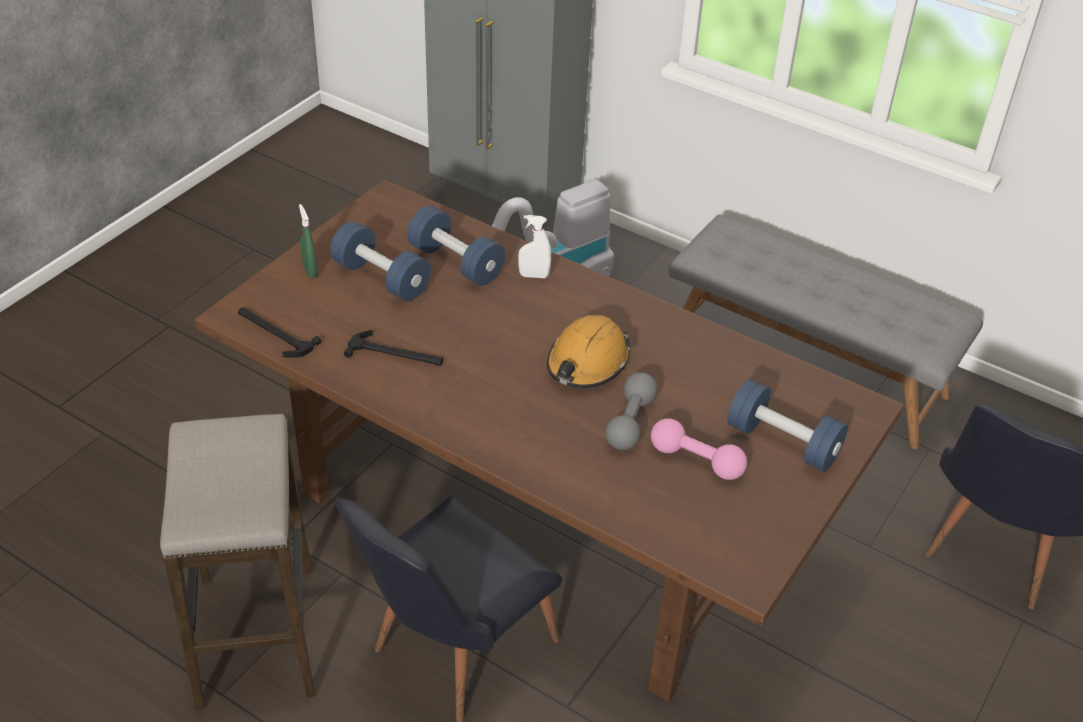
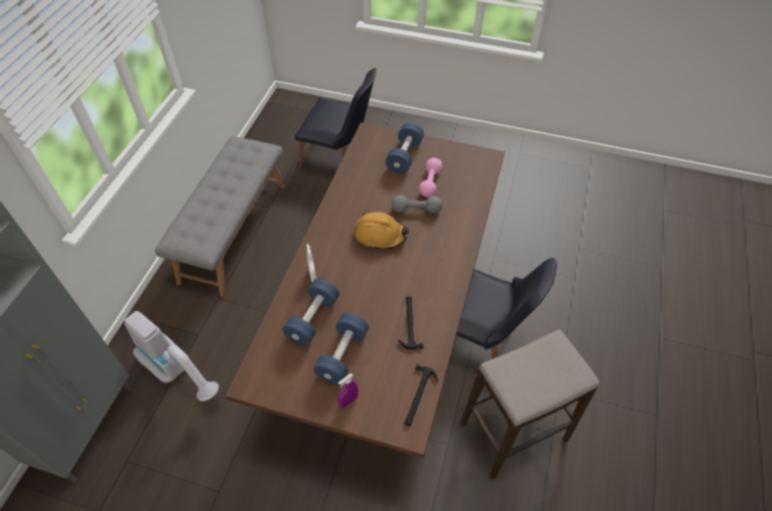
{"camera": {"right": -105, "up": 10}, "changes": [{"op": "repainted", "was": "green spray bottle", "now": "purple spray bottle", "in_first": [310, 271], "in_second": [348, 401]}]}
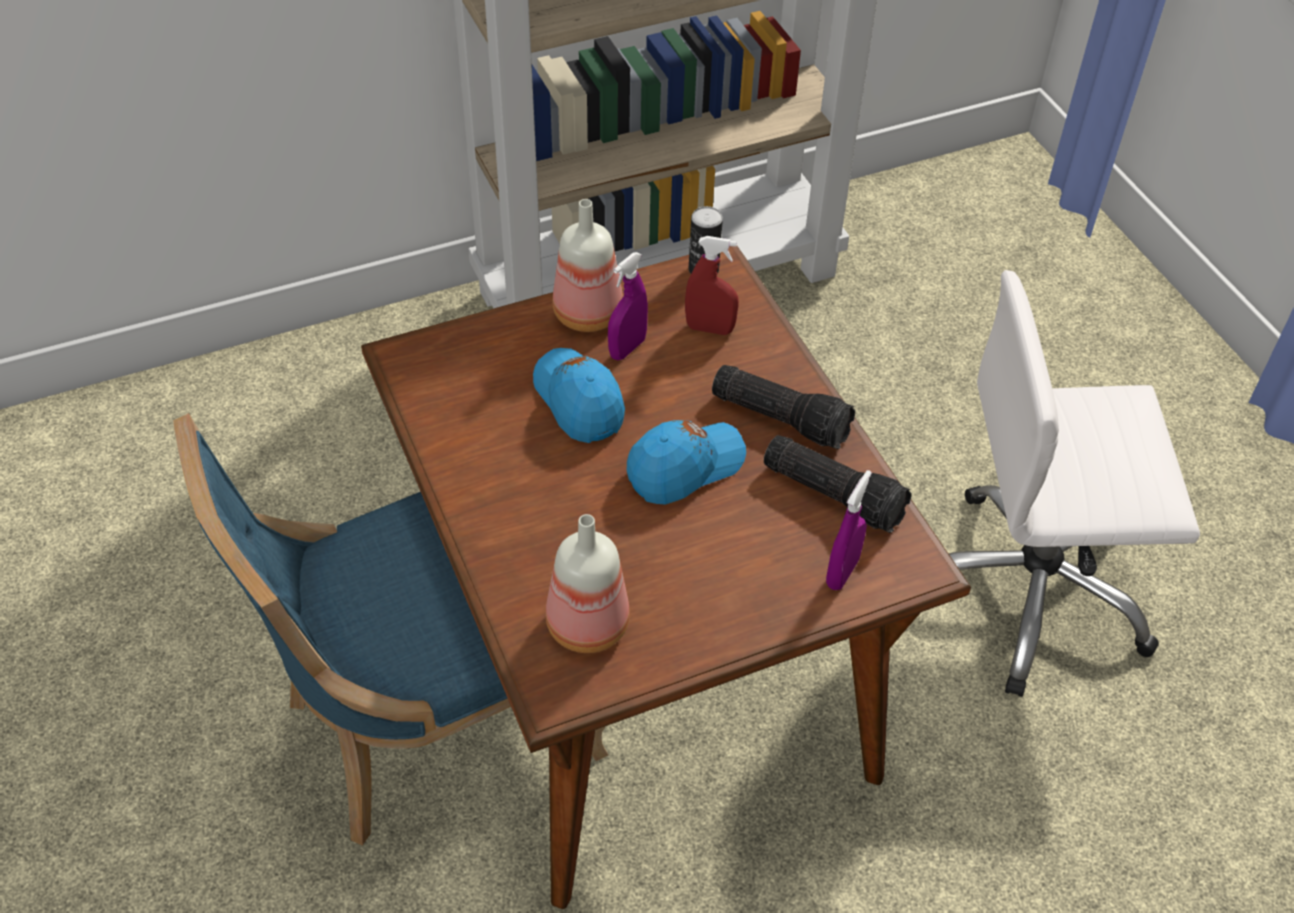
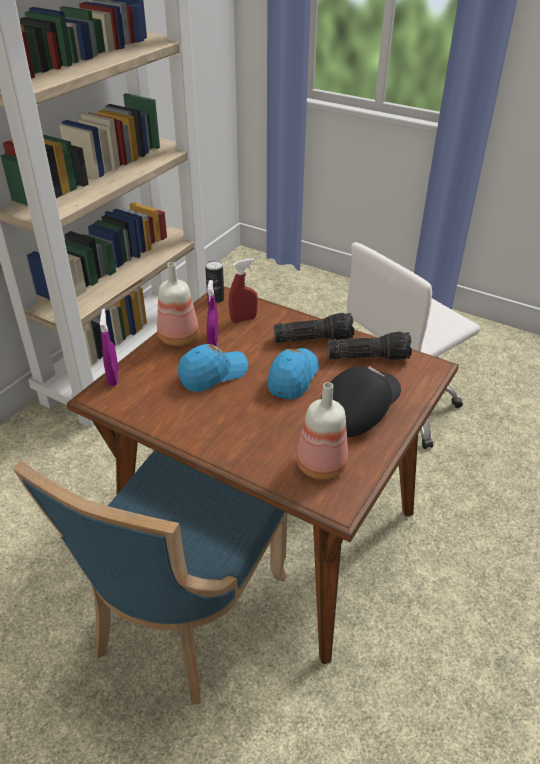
{"camera": {"right": -35, "up": -10}, "changes": [{"op": "rotated", "was": "blue cap", "in_first": [579, 401], "in_second": [213, 374], "clockwise": 120}, {"op": "shifted", "was": "purple spray bottle", "in_first": [842, 572], "in_second": [113, 378]}, {"op": "new", "now": "black cap", "in_second": [357, 412]}]}
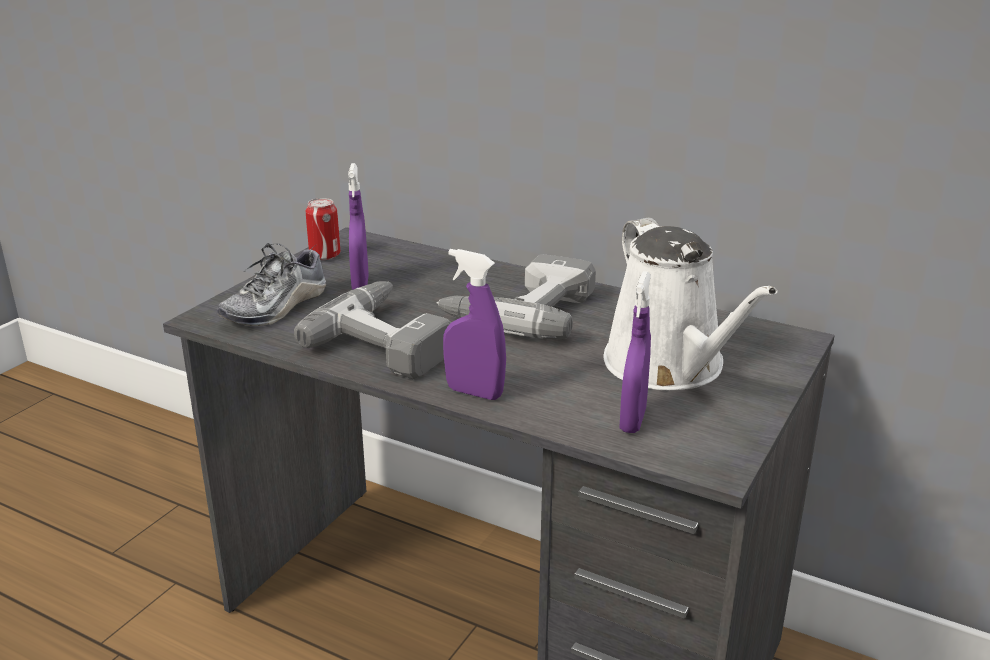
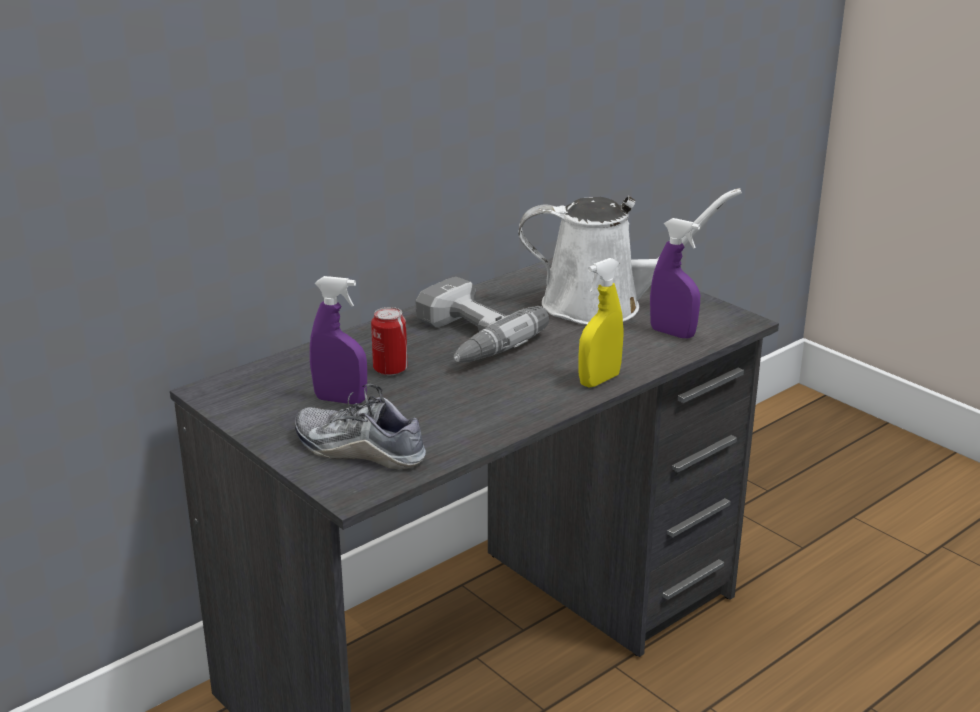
{"camera": {"right": -70, "up": 0}, "changes": [{"op": "shifted", "was": "can", "in_first": [325, 255], "in_second": [390, 369]}, {"op": "rotated", "was": "shoe", "in_first": [276, 307], "in_second": [359, 450], "clockwise": 150}, {"op": "repainted", "was": "purple spray bottle", "now": "yellow spray bottle", "in_first": [474, 392], "in_second": [599, 380]}, {"op": "gone", "was": "power drill", "in_first": [391, 339]}]}
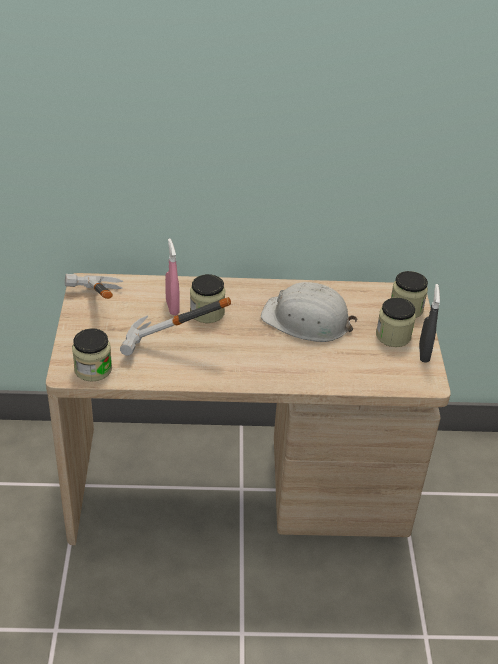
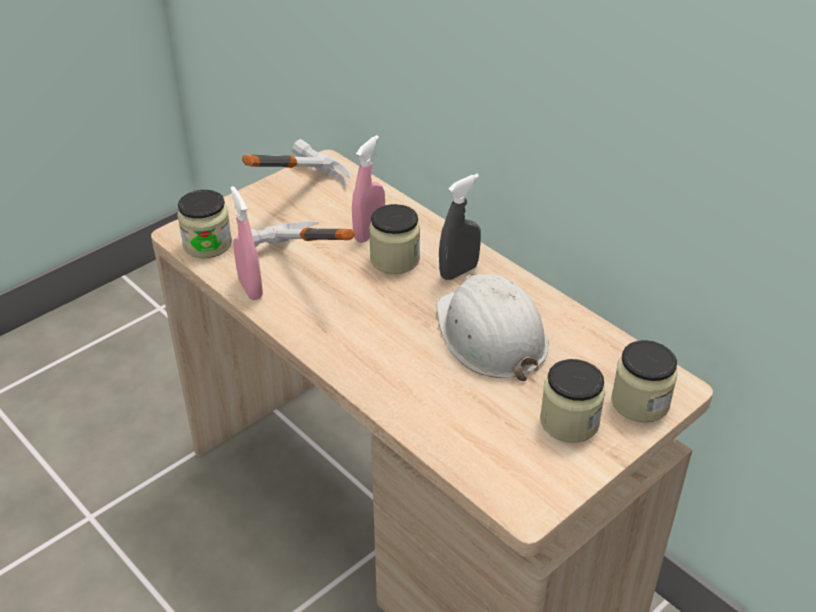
{"camera": {"right": 50, "up": 0}, "changes": [{"op": "shifted", "was": "grey spray bottle", "in_first": [424, 353], "in_second": [459, 271]}, {"op": "new", "now": "pink spray bottle", "in_second": [250, 288]}]}
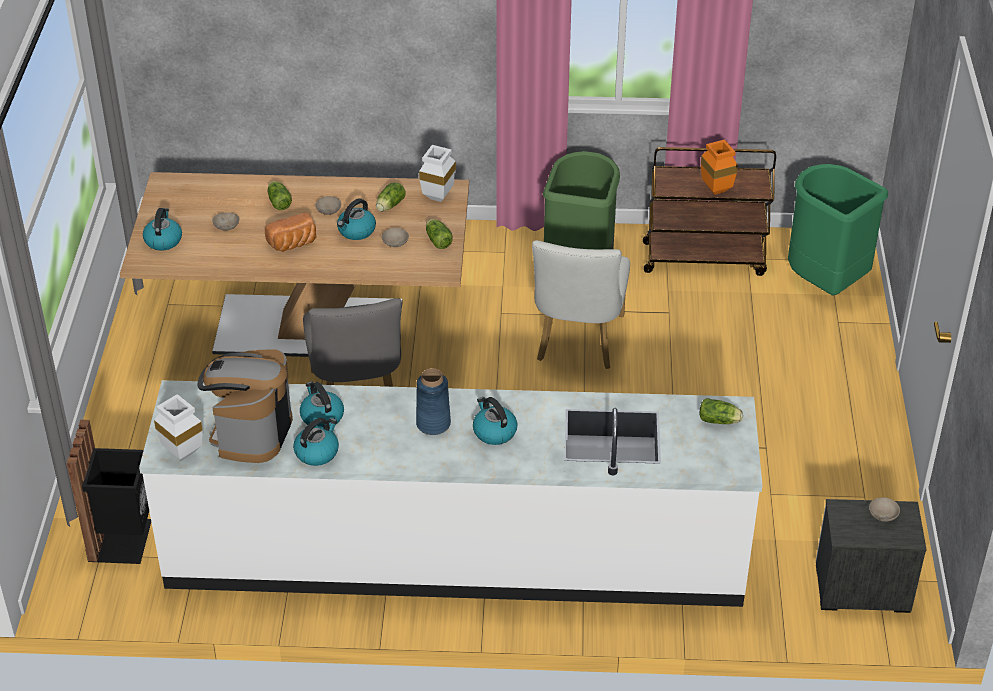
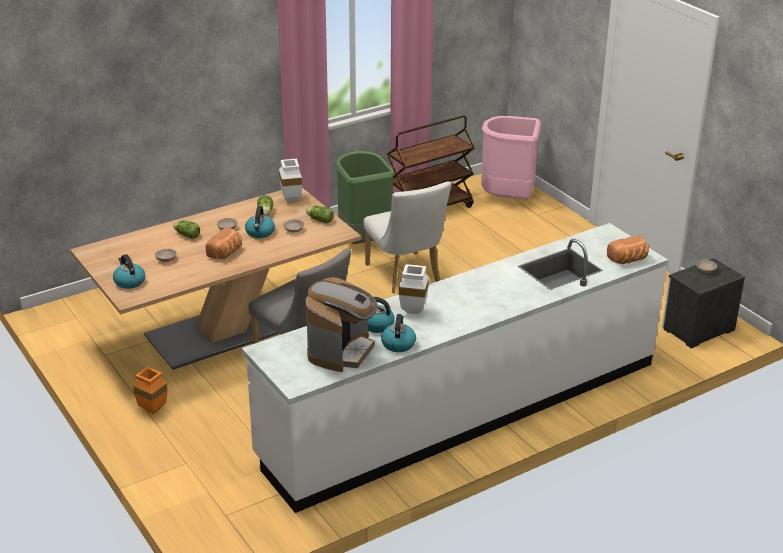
{"camera": {"right": -35, "up": -10}, "changes": [{"op": "shifted", "was": "orange vase", "in_first": [714, 190], "in_second": [151, 410]}, {"op": "repainted", "was": "green trash can", "now": "pink trash can", "in_first": [824, 283], "in_second": [508, 199]}, {"op": "rotated", "was": "coffee machine", "in_first": [251, 433], "in_second": [341, 351], "clockwise": -135}, {"op": "gone", "was": "blue vase", "in_first": [433, 424]}, {"op": "shifted", "was": "white vase", "in_first": [185, 454], "in_second": [415, 310]}, {"op": "gone", "was": "kettle", "in_first": [494, 432]}, {"op": "gone", "was": "lettuce", "in_first": [720, 421]}, {"op": "gone", "was": "black trash can", "in_first": [124, 540]}, {"op": "new", "now": "bread", "in_second": [628, 260]}]}
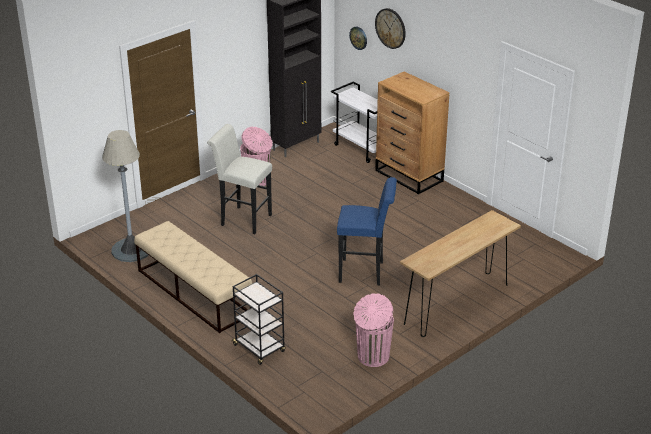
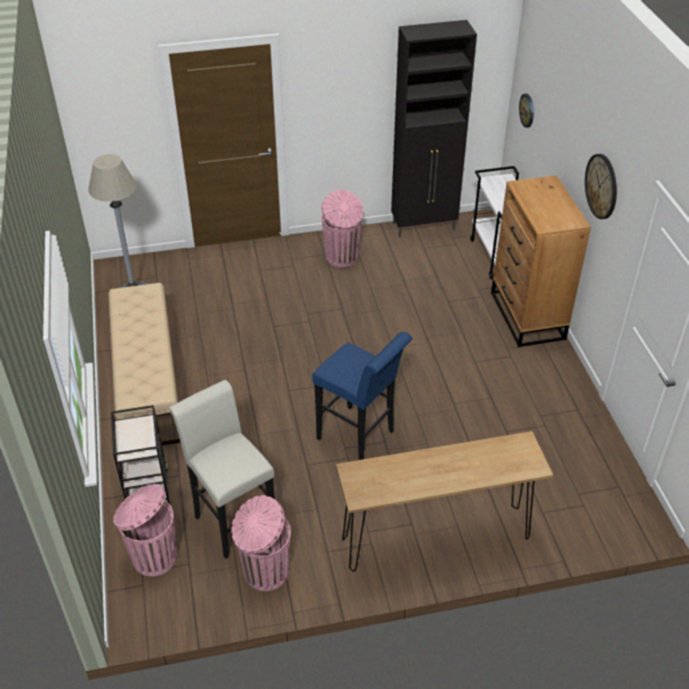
{"camera": {"right": 30, "up": 10}, "changes": [{"op": "shifted", "was": "wall clock", "in_first": [390, 28], "in_second": [602, 186]}, {"op": "shifted", "was": "white stool", "in_first": [242, 219], "in_second": [232, 518]}, {"op": "new", "now": "pink trash can", "in_second": [153, 557]}]}
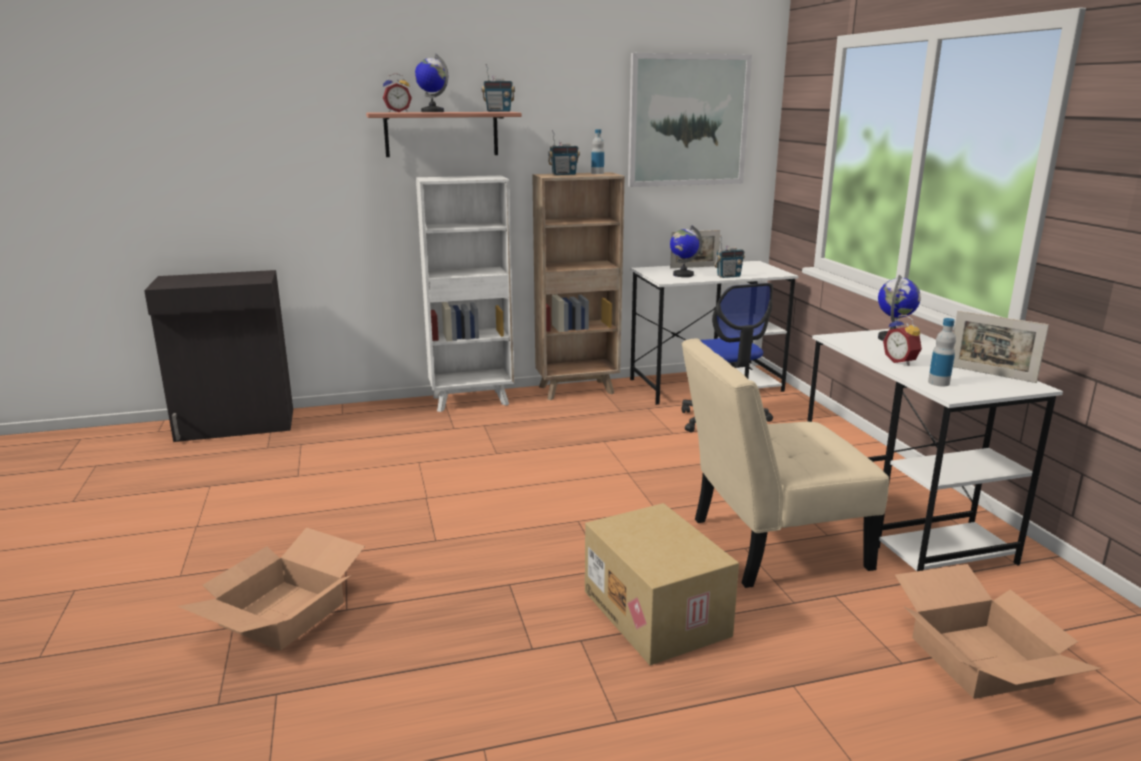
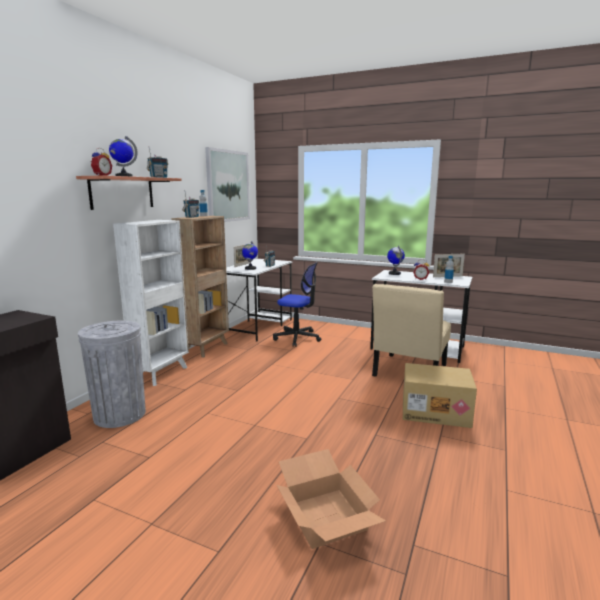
{"camera": {"right": -50, "up": -5}, "changes": [{"op": "gone", "was": "cardboard box", "in_first": [983, 660]}, {"op": "new", "now": "grey trash can", "in_second": [119, 414]}]}
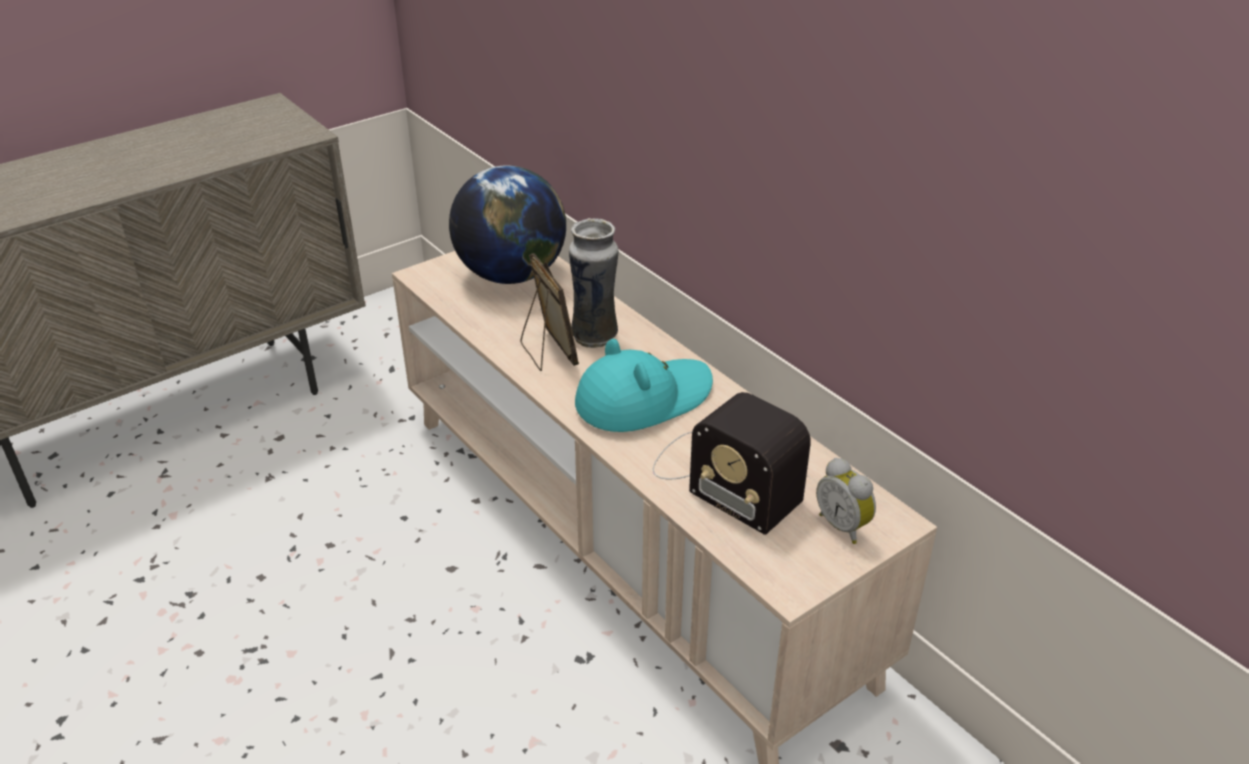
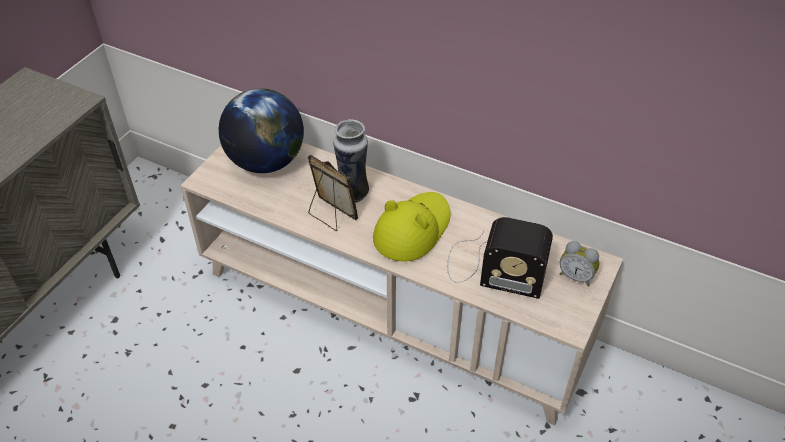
{"camera": {"right": -25, "up": 10}, "changes": [{"op": "repainted", "was": "turquoise hat", "now": "yellow hat", "in_first": [643, 398], "in_second": [412, 229]}]}
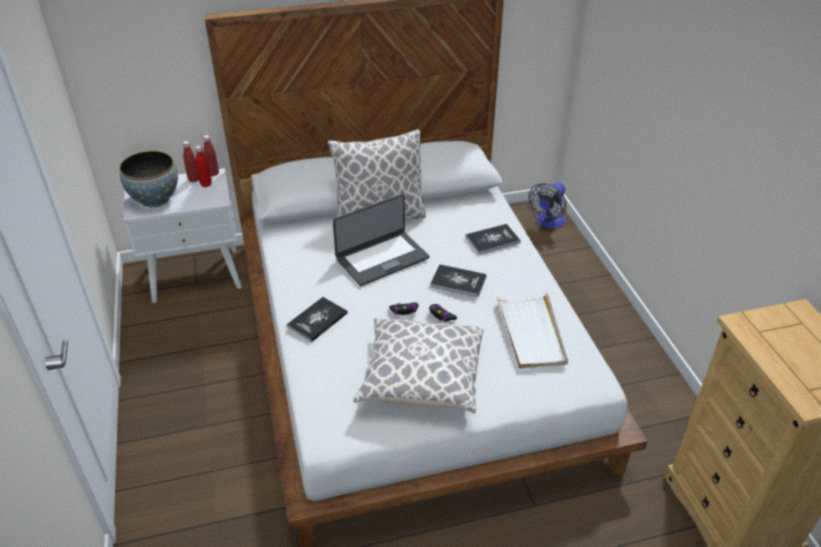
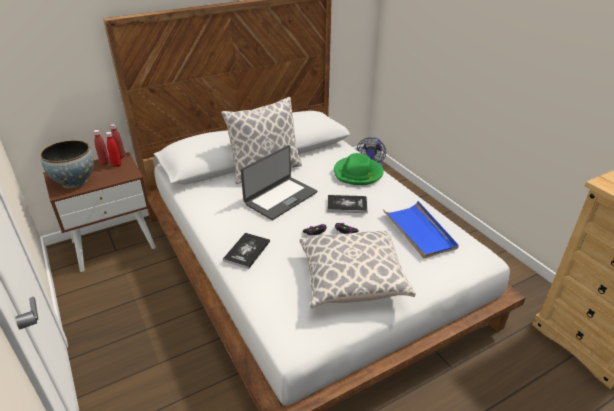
{"camera": {"right": -15, "up": -5}, "changes": [{"op": "repainted", "was": "white nightstand", "now": "brown nightstand", "in_first": [196, 274], "in_second": [114, 244]}, {"op": "swapped", "was": "book", "now": "green hat", "in_first": [492, 240], "in_second": [358, 173]}, {"op": "repainted", "was": "white tray", "now": "blue tray", "in_first": [531, 333], "in_second": [419, 231]}]}
